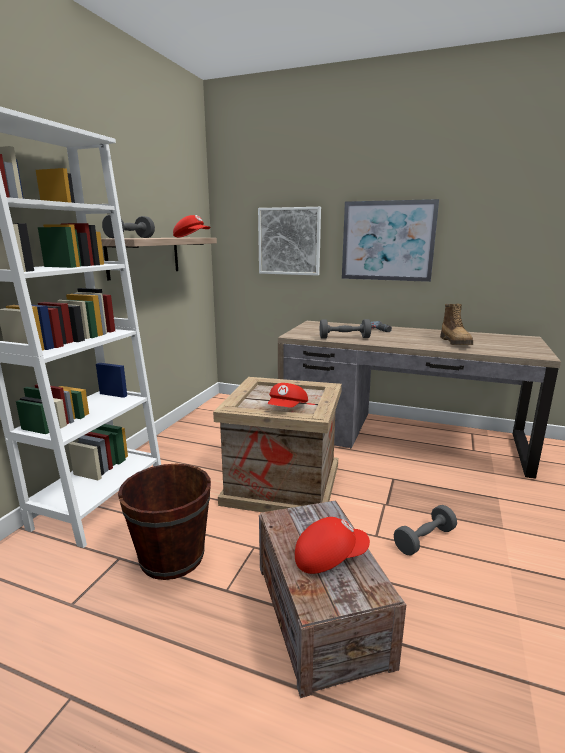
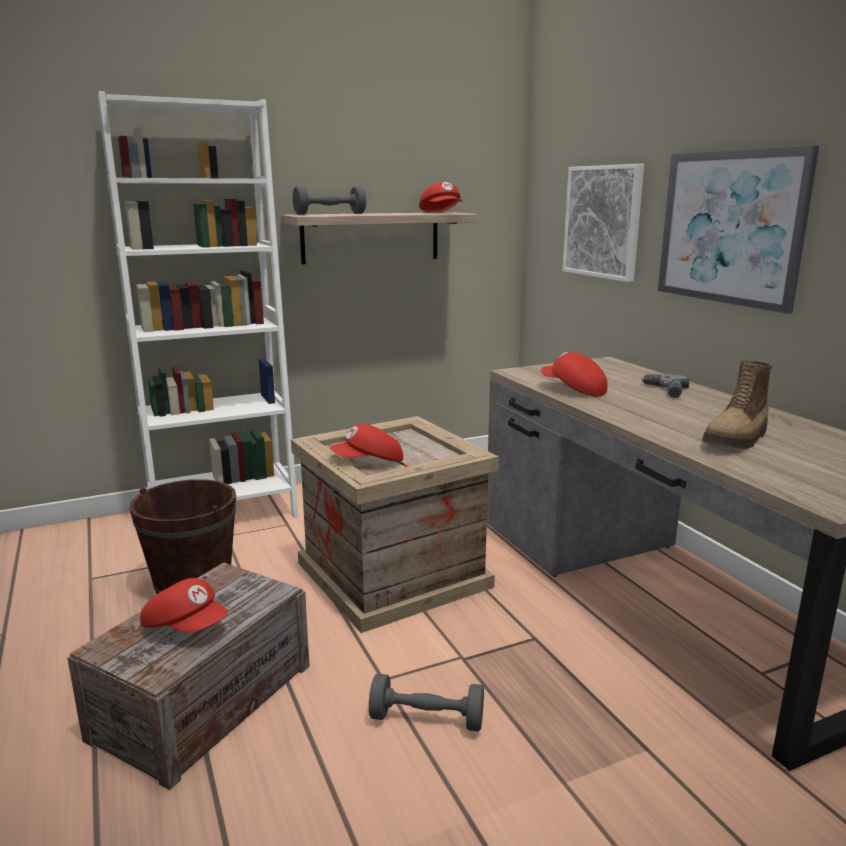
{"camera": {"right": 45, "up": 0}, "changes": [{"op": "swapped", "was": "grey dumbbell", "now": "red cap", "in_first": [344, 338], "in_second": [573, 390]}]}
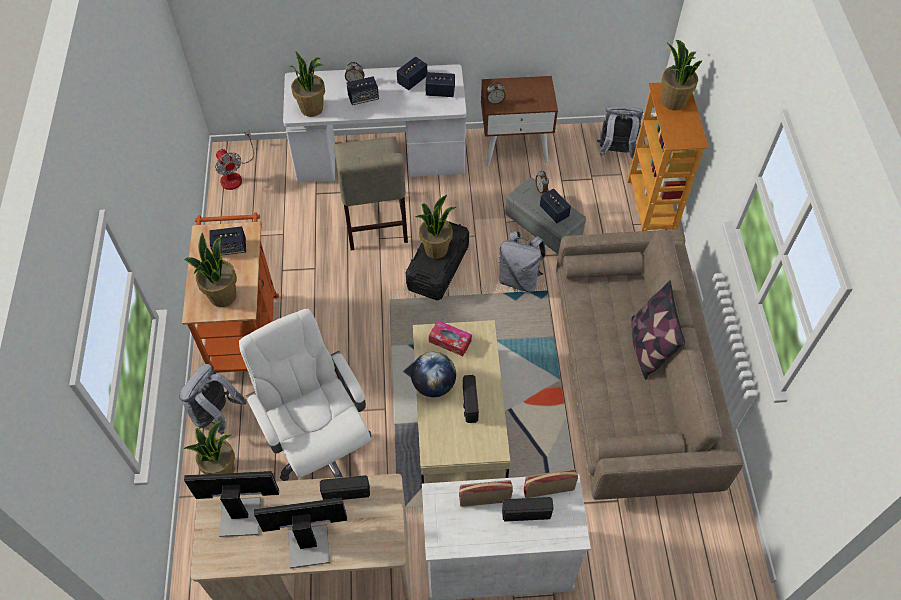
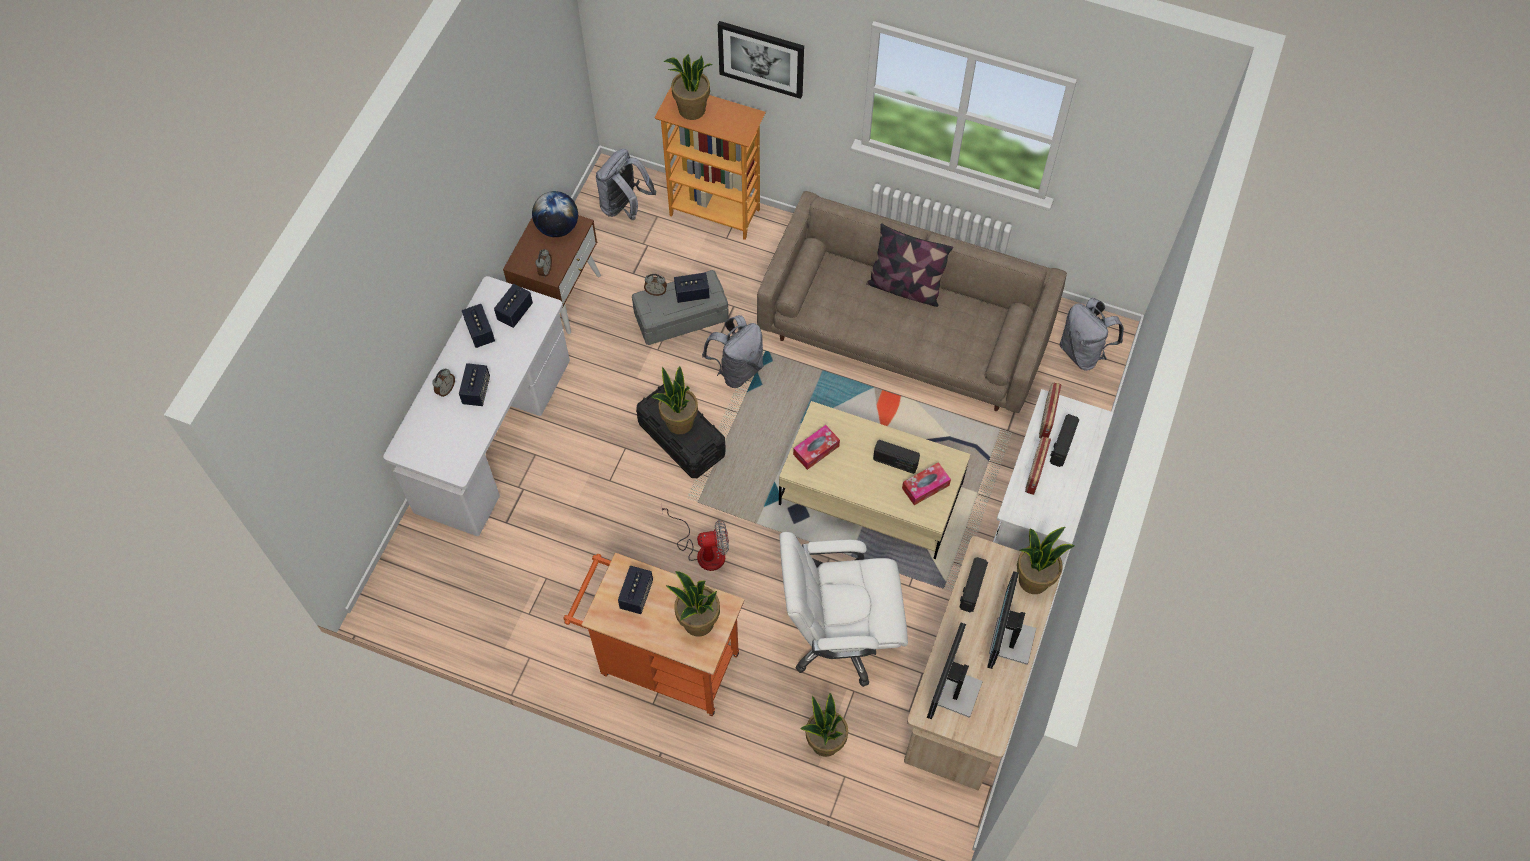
{"camera": {"right": -65, "up": 5}, "changes": [{"op": "shifted", "was": "potted plant", "in_first": [312, 108], "in_second": [1033, 579]}, {"op": "shifted", "was": "fan", "in_first": [235, 175], "in_second": [703, 550]}, {"op": "gone", "was": "beige chair", "in_first": [375, 224]}, {"op": "shifted", "was": "globe", "in_first": [433, 385], "in_second": [558, 227]}, {"op": "shifted", "was": "grey backpack", "in_first": [217, 415], "in_second": [1083, 352]}, {"op": "new", "now": "picture", "in_second": [761, 58]}, {"op": "new", "now": "tissue box", "in_second": [925, 487]}]}
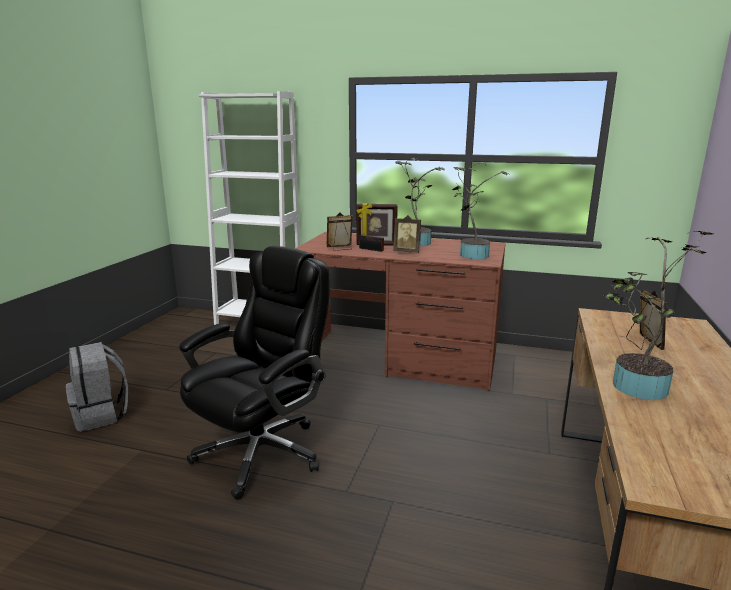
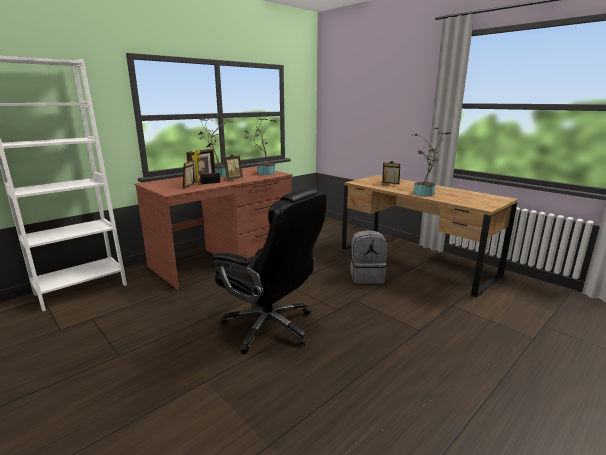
{"camera": {"right": -60, "up": 0}, "changes": [{"op": "rotated", "was": "black office chair", "in_first": [262, 451], "in_second": [270, 327], "clockwise": 150}, {"op": "shifted", "was": "grey backpack", "in_first": [101, 415], "in_second": [367, 277]}]}
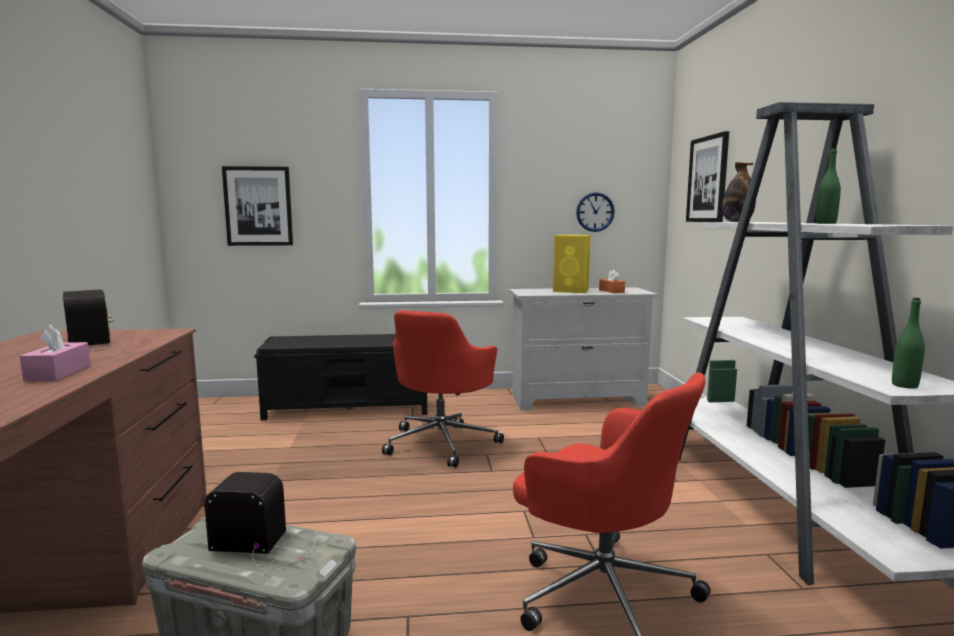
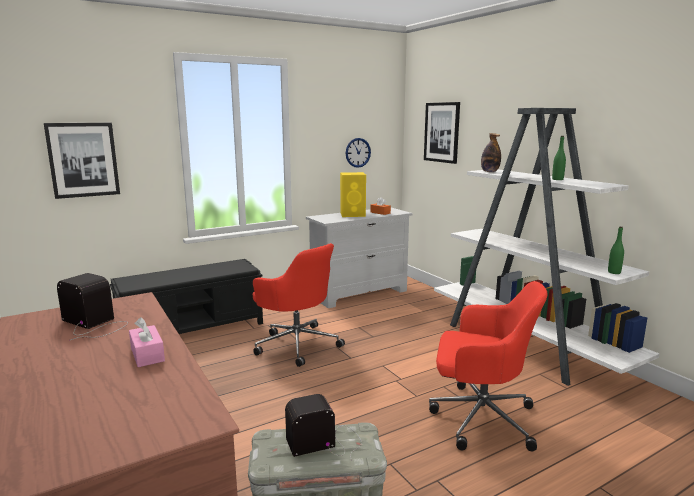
{"camera": {"right": -25, "up": 5}, "changes": [{"op": "rotated", "was": "red office chair", "in_first": [442, 442], "in_second": [297, 344], "clockwise": -45}]}
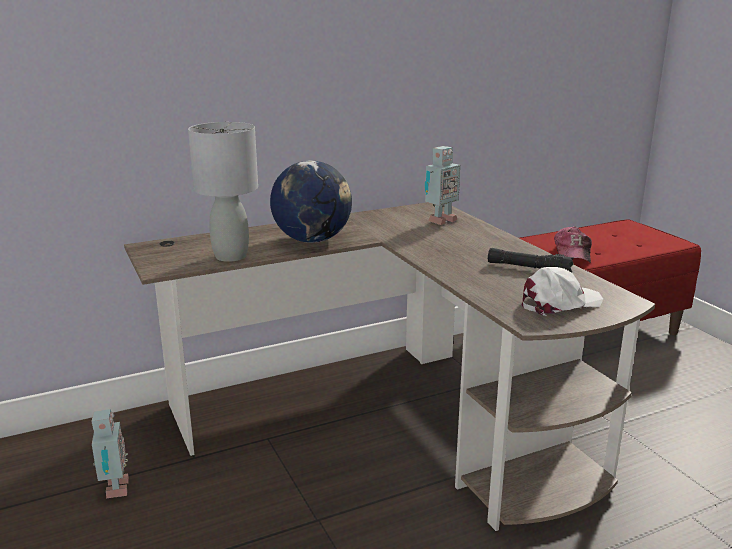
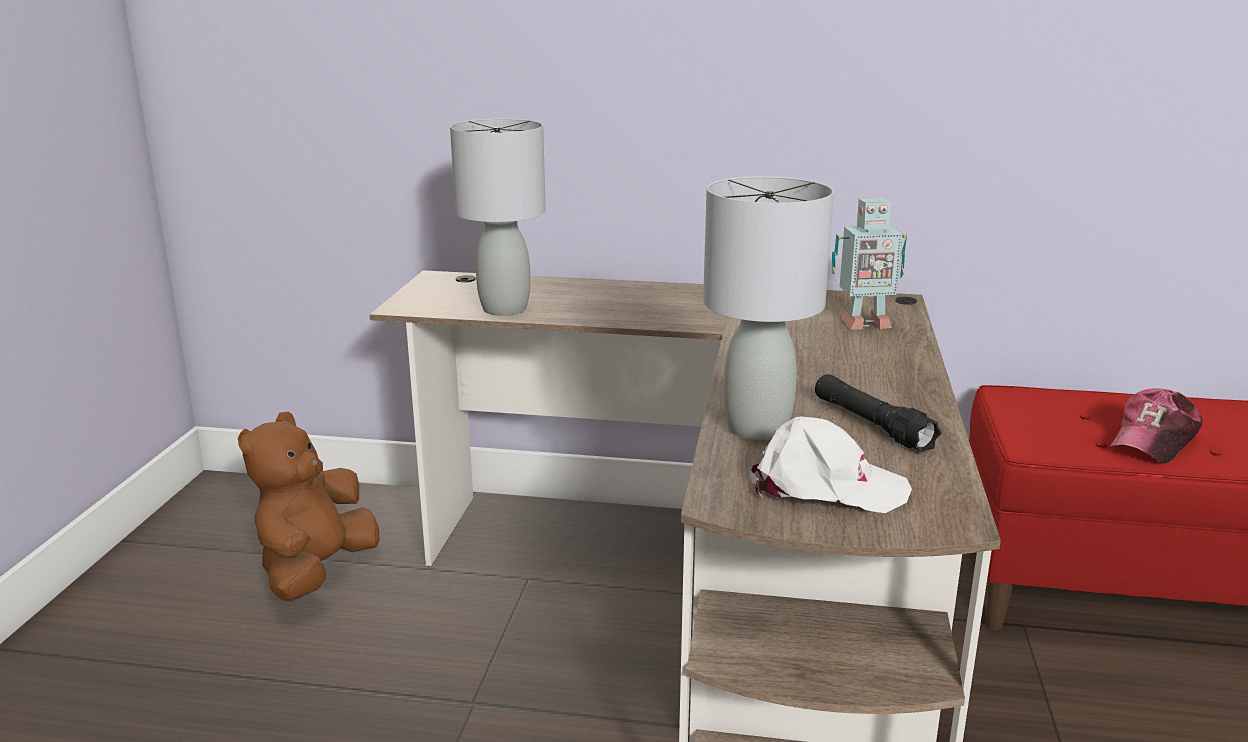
{"camera": {"right": 35, "up": 0}, "changes": [{"op": "gone", "was": "globe", "in_first": [312, 240]}, {"op": "swapped", "was": "toy robot", "now": "brown plush toy", "in_first": [114, 489], "in_second": [316, 572]}, {"op": "new", "now": "grey table lamp", "in_second": [755, 428]}]}
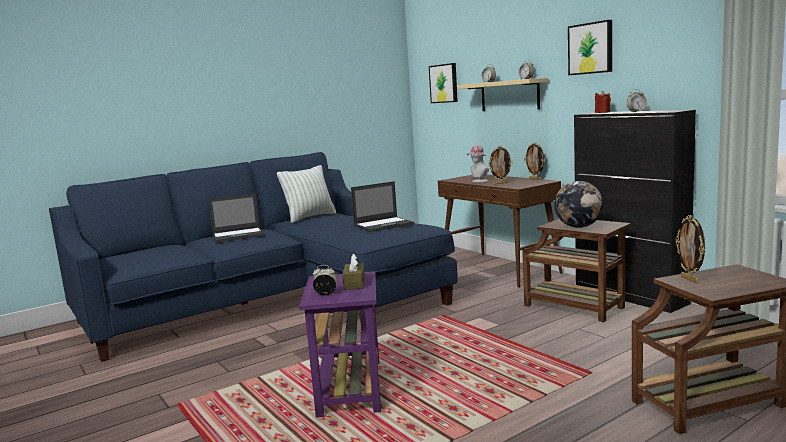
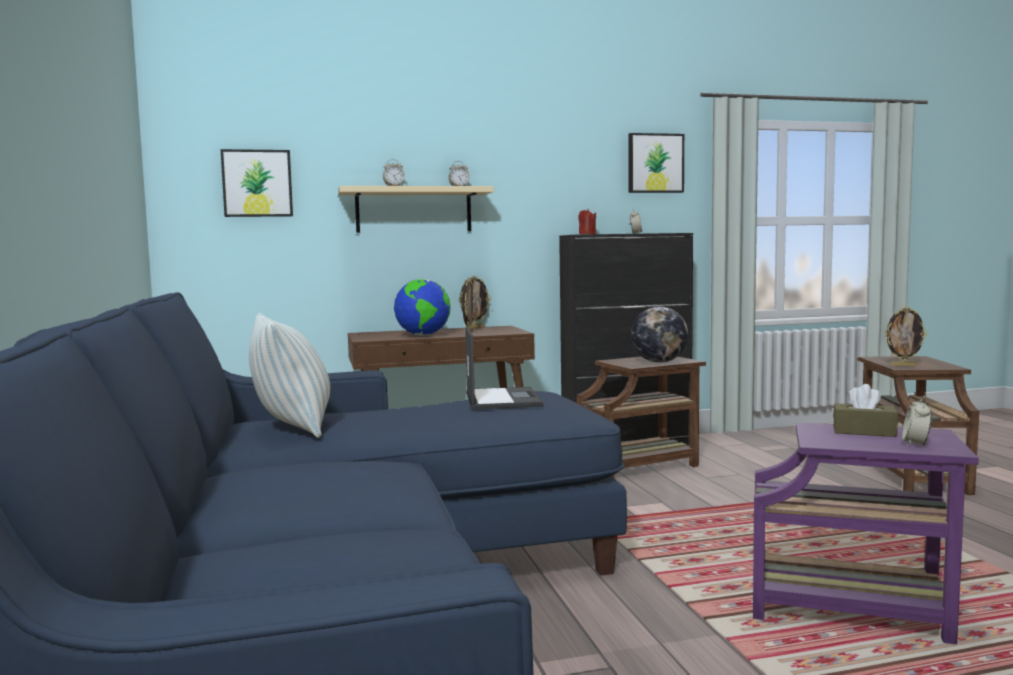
{"camera": {"right": -70, "up": -5}, "changes": [{"op": "shifted", "was": "picture", "in_first": [591, 48], "in_second": [655, 163]}, {"op": "swapped", "was": "hat", "now": "globe", "in_first": [478, 181], "in_second": [423, 335]}, {"op": "gone", "was": "laptop", "in_first": [239, 235]}]}
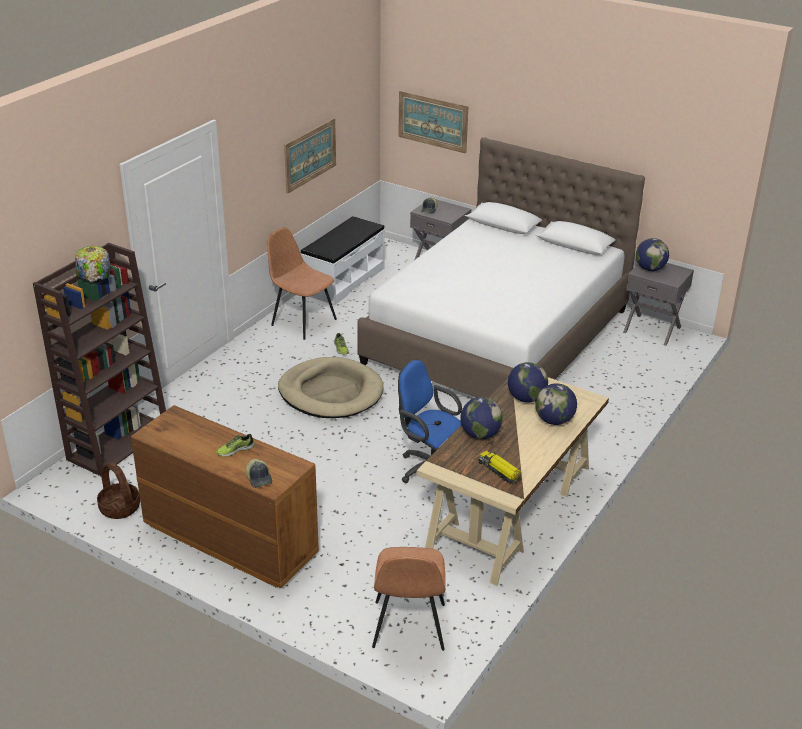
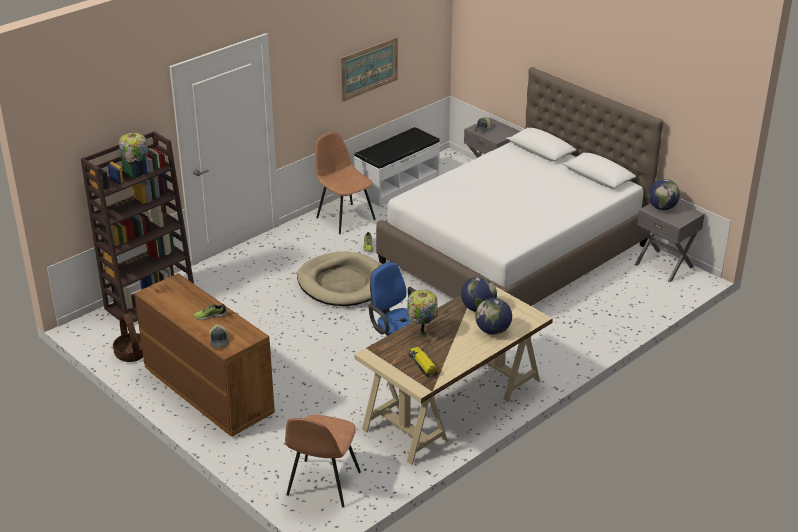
{"camera": {"right": 15, "up": 0}, "changes": [{"op": "gone", "was": "picture", "in_first": [433, 121]}, {"op": "swapped", "was": "globe", "now": "table lamp", "in_first": [480, 435], "in_second": [422, 333]}]}
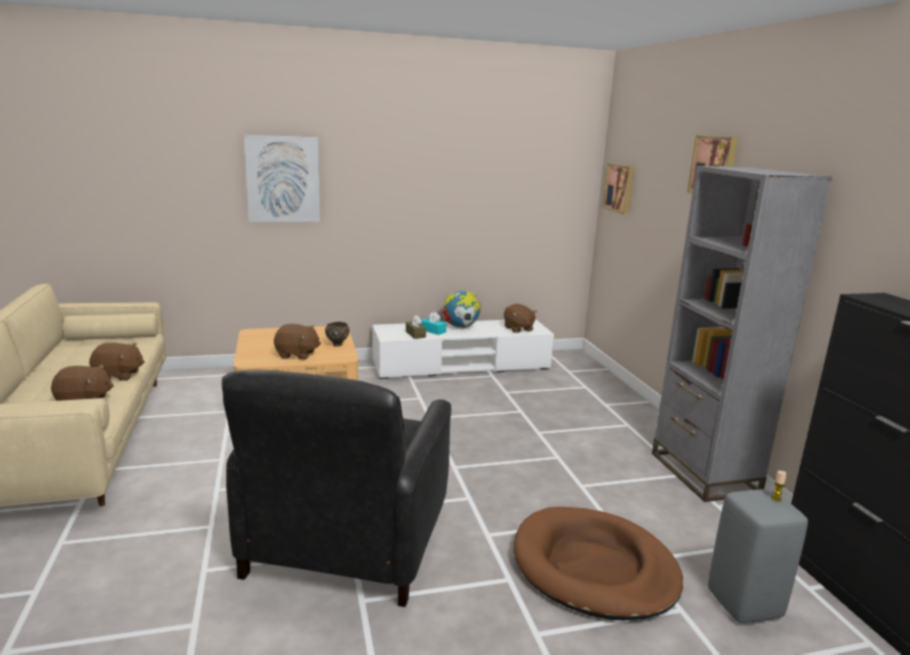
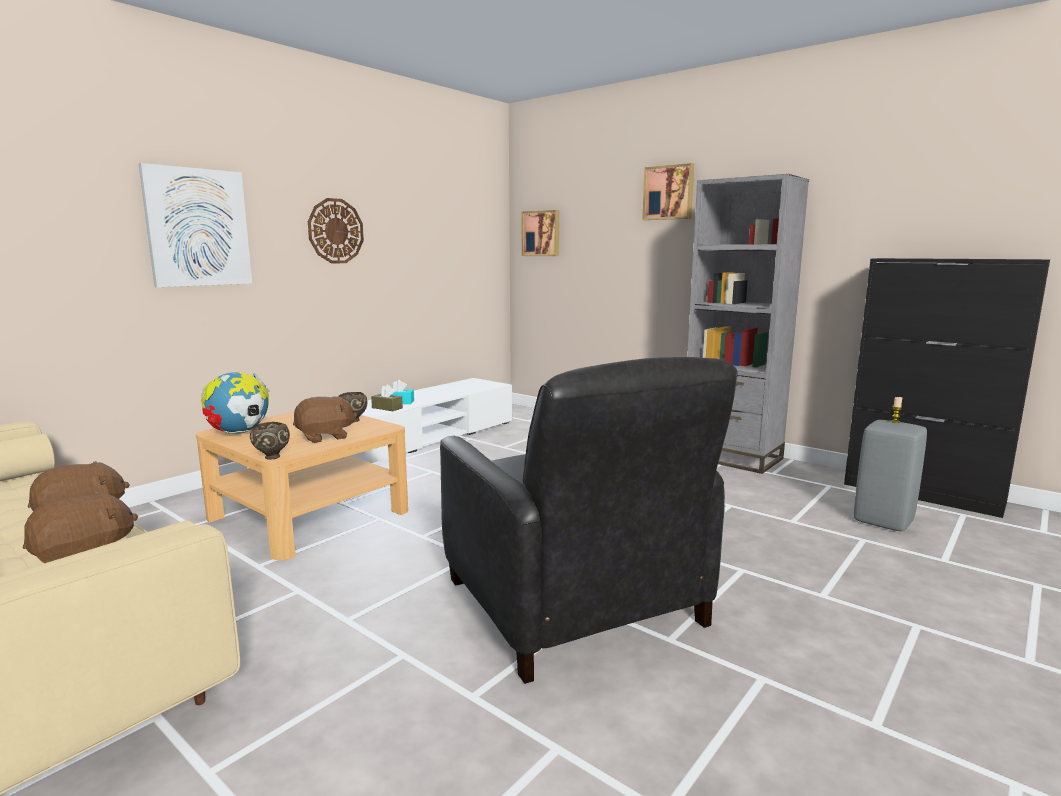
{"camera": {"right": -35, "up": -5}, "changes": [{"op": "shifted", "was": "globe", "in_first": [461, 327], "in_second": [239, 433]}, {"op": "gone", "was": "brown plush toy", "in_first": [518, 329]}, {"op": "gone", "was": "brown dog bed", "in_first": [594, 568]}, {"op": "new", "now": "wall clock", "in_second": [335, 231]}, {"op": "new", "now": "brown bowl", "in_second": [271, 457]}]}
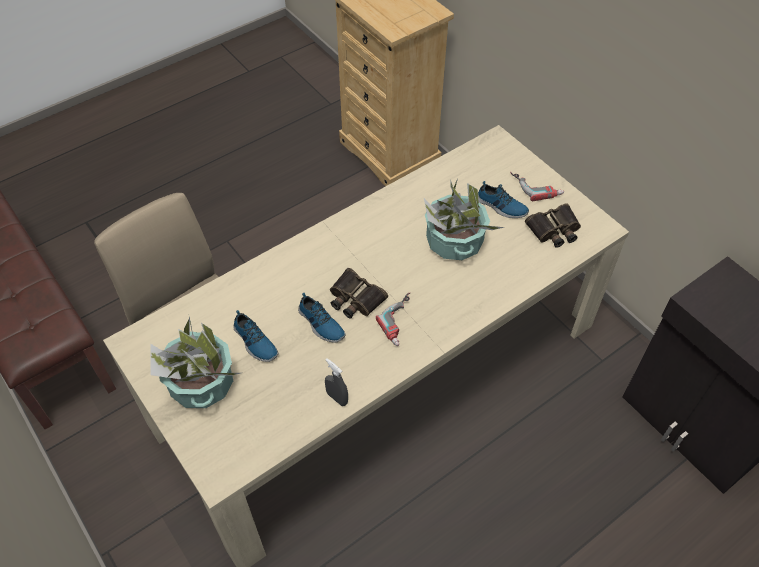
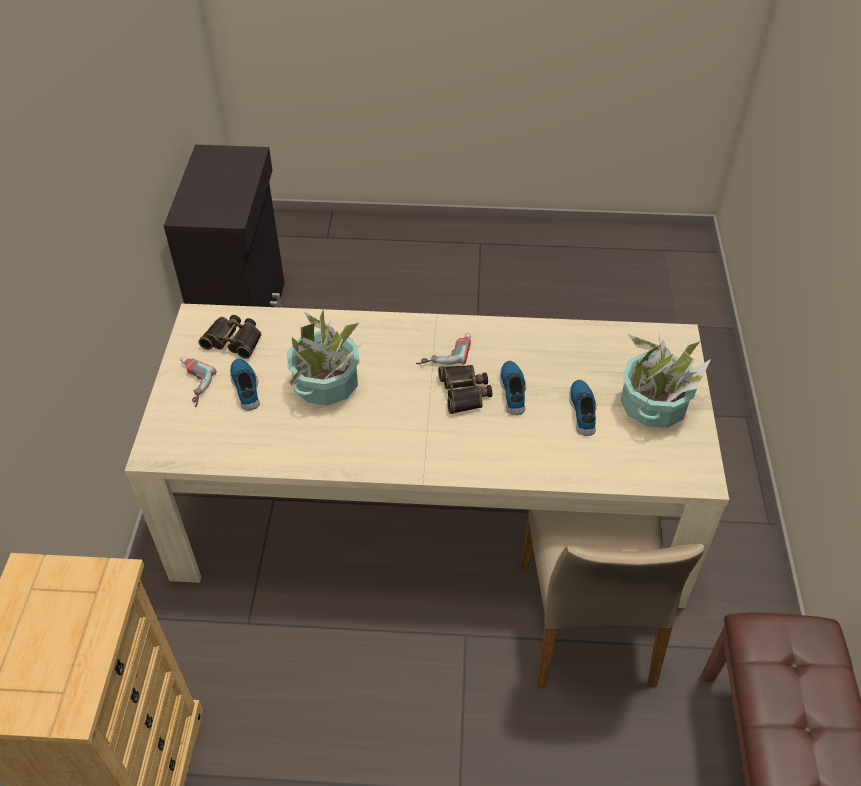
{"camera": {"right": -140, "up": -5}, "changes": [{"op": "gone", "was": "grey spray bottle", "in_first": [337, 398]}]}
